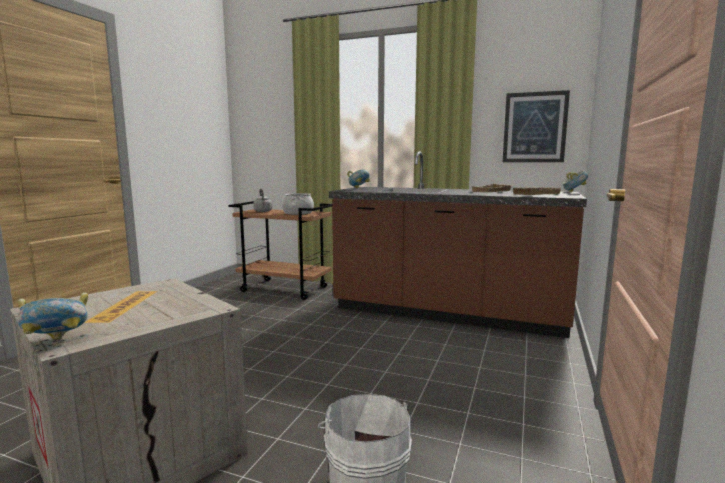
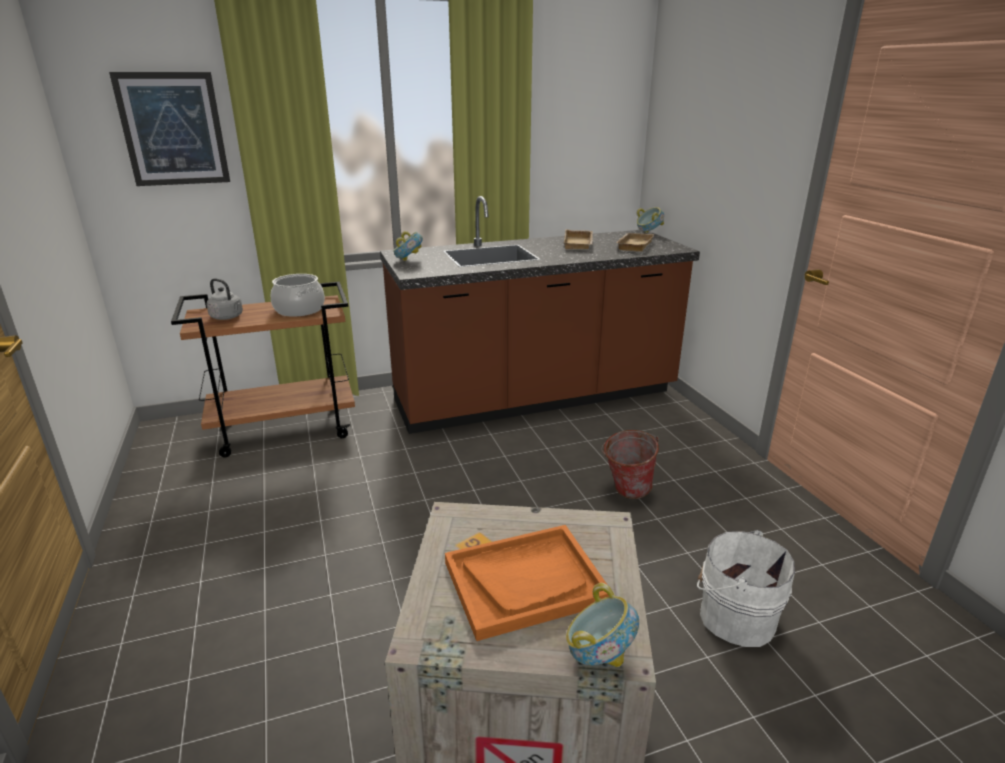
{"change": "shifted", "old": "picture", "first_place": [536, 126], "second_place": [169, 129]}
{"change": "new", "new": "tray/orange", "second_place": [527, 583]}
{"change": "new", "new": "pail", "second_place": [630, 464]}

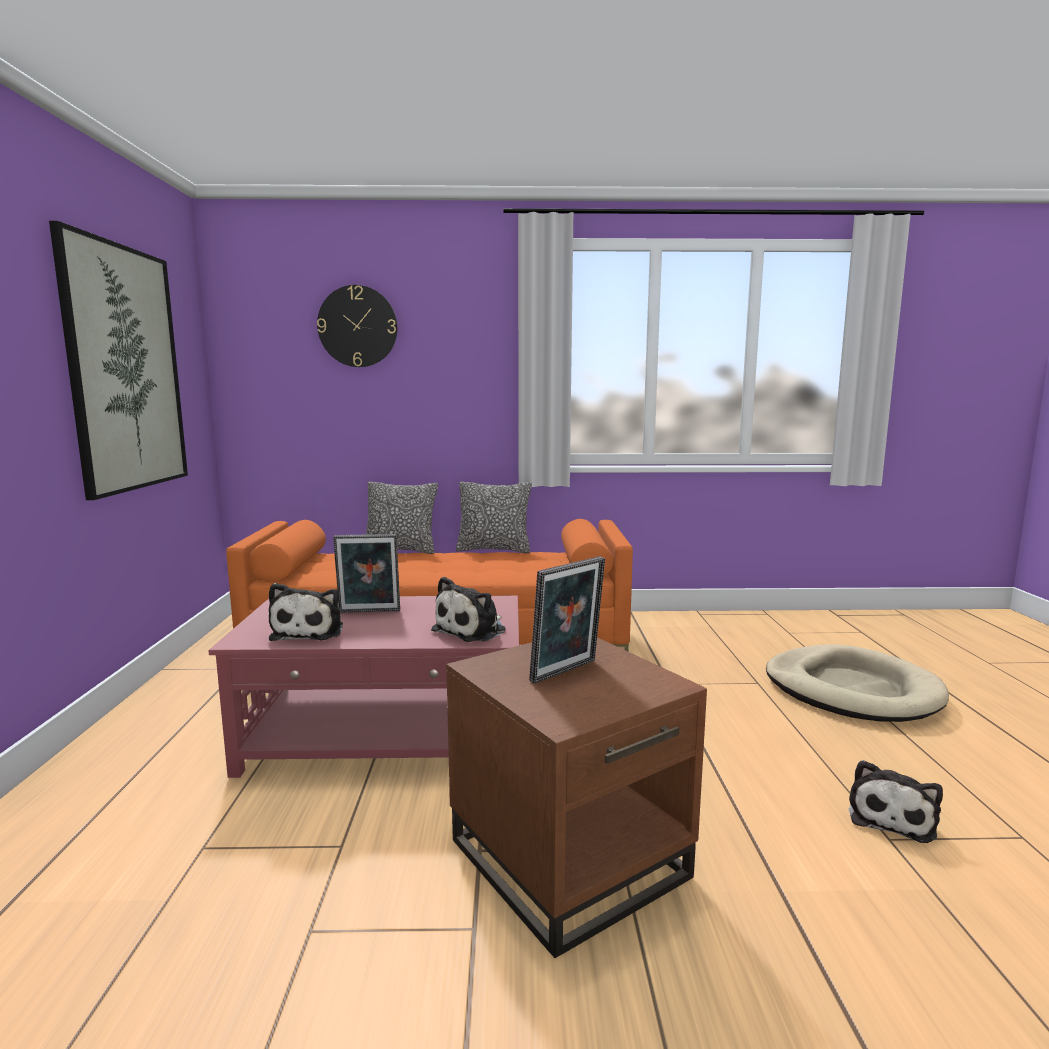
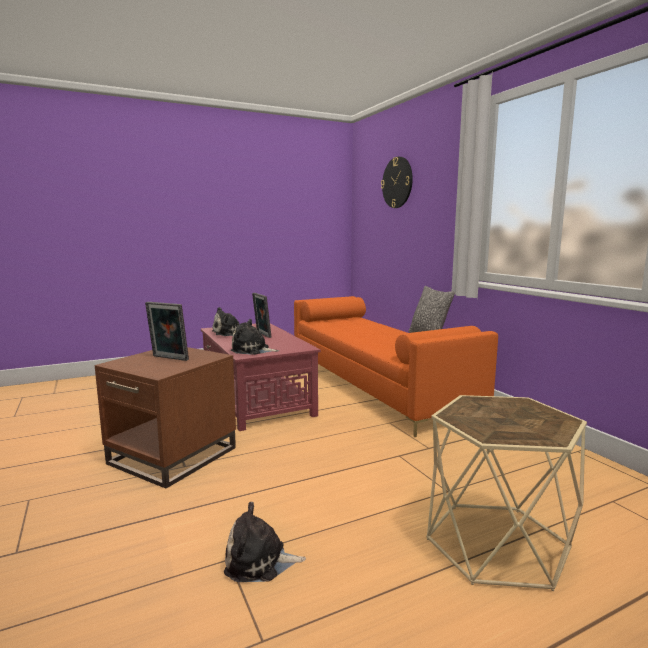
{"change": "gone", "old": "picture", "first_place": [118, 360]}
{"change": "gone", "old": "throw pillow", "first_place": [401, 517]}
{"change": "swapped", "old": "pet bed/sand-coloured", "new": "side table/sand-coloured", "first_place": [857, 683], "second_place": [506, 493]}

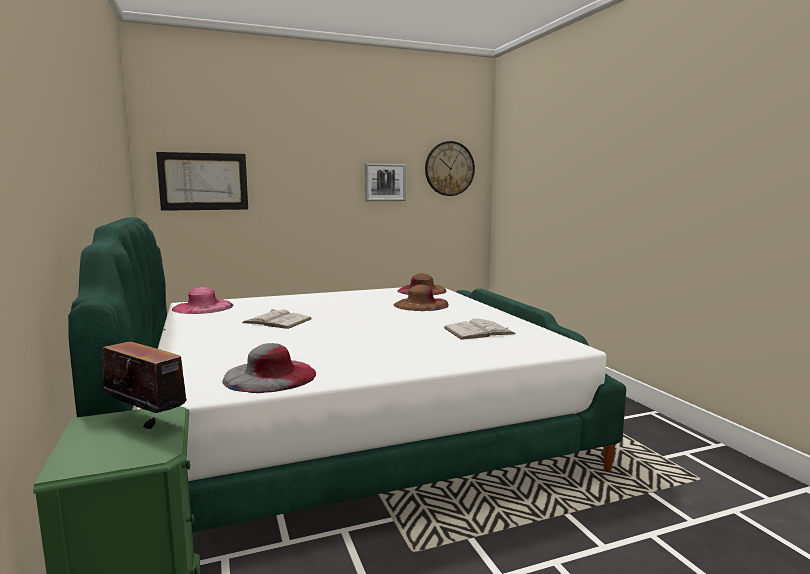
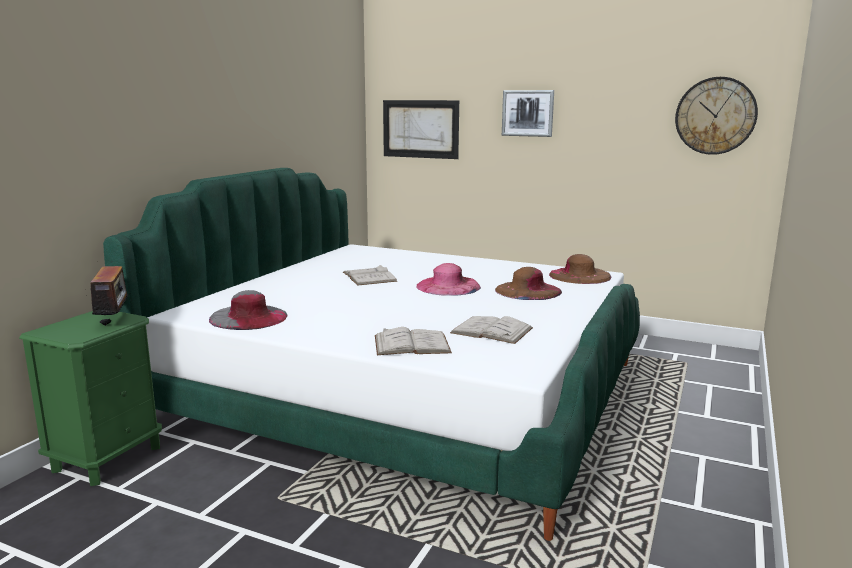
{"change": "shifted", "old": "hat/pink-coloured", "first_place": [202, 300], "second_place": [448, 279]}
{"change": "shifted", "old": "picture", "first_place": [385, 182], "second_place": [528, 113]}
{"change": "new", "new": "book/whitish", "second_place": [413, 341]}

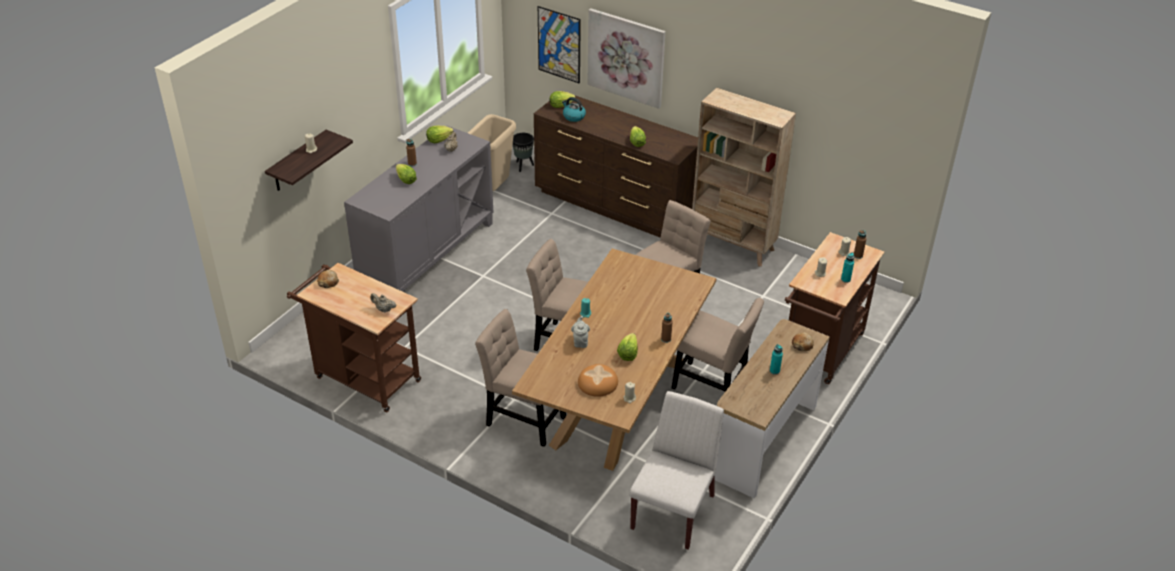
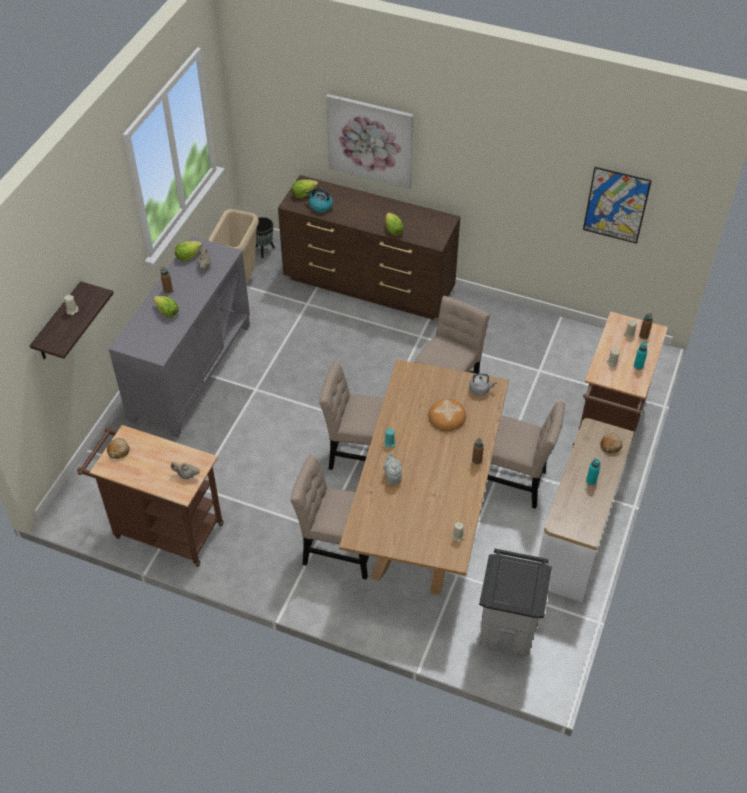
{"change": "shifted", "old": "picture", "first_place": [559, 44], "second_place": [617, 205]}
{"change": "shifted", "old": "bread", "first_place": [598, 380], "second_place": [447, 415]}
{"change": "gone", "old": "lettuce", "first_place": [627, 347]}
{"change": "swapped", "old": "upright chair/whitish", "new": "trash can/greyish", "first_place": [676, 470], "second_place": [515, 602]}
{"change": "gone", "old": "shelving unit/sand-coloured", "first_place": [744, 177]}
{"change": "new", "new": "water kettle/greyish", "second_place": [483, 384]}

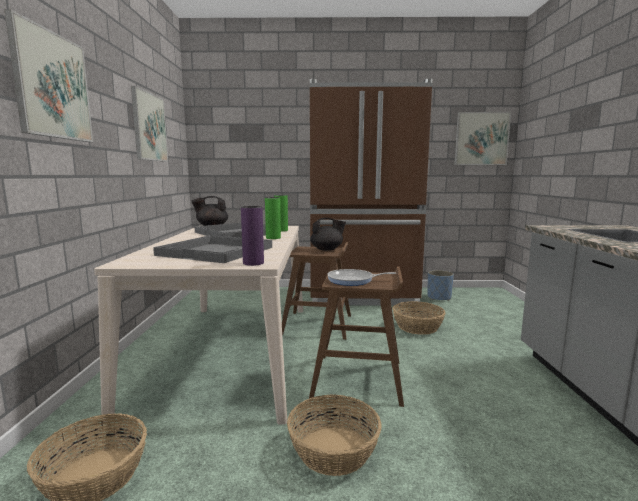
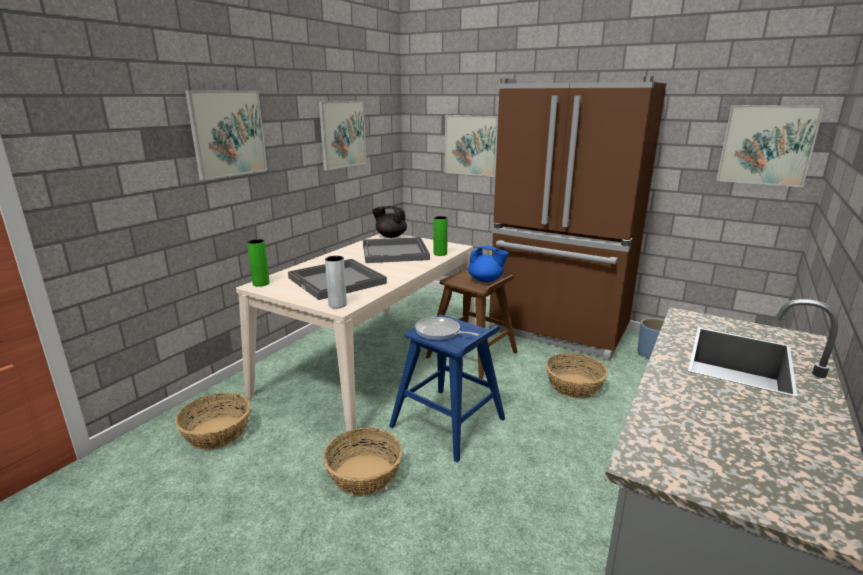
{"change": "repainted", "old": "decorative vase/purplish", "new": "decorative vase/greyish", "first_place": [252, 236], "second_place": [336, 282]}
{"change": "shifted", "old": "decorative vase/green-coloured", "first_place": [273, 218], "second_place": [258, 263]}
{"change": "repainted", "old": "stool/brown", "new": "stool/bluish", "first_place": [356, 336], "second_place": [447, 388]}
{"change": "repainted", "old": "teapot/black", "new": "teapot/bluish", "first_place": [328, 234], "second_place": [488, 263]}
{"change": "new", "new": "picture", "second_place": [471, 146]}

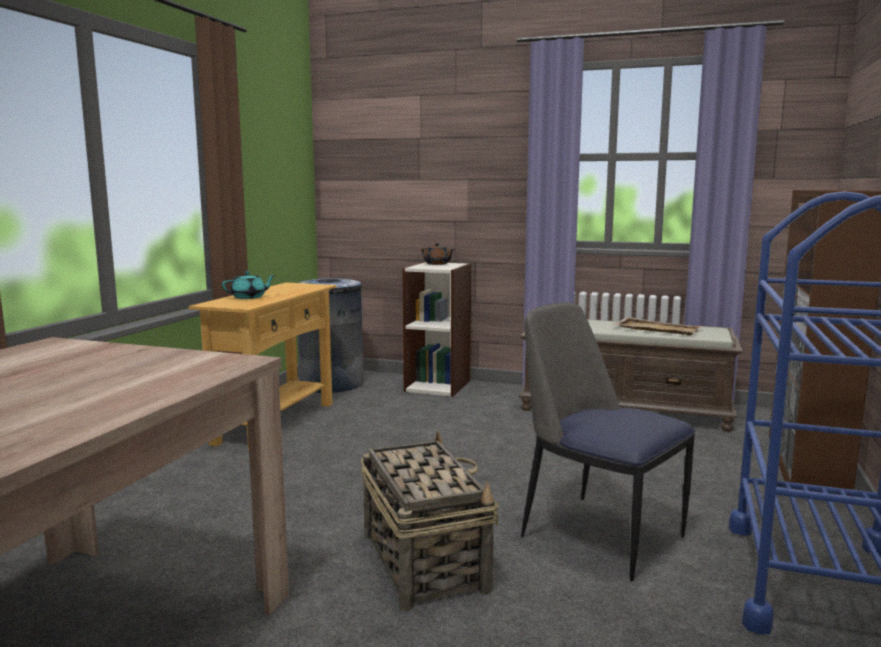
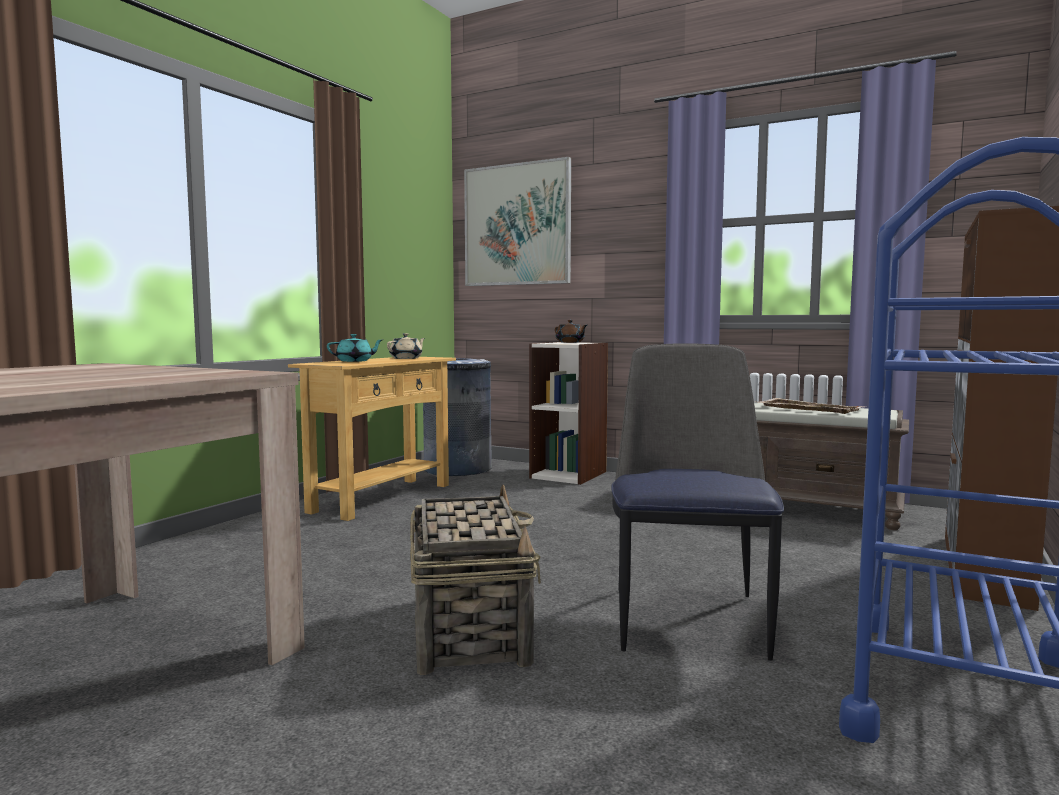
{"change": "rotated", "old": "upright chair", "first_place": [608, 442], "second_place": [697, 502], "degrees": 45}
{"change": "new", "new": "teapot/sand-coloured", "second_place": [406, 346]}
{"change": "new", "new": "picture", "second_place": [517, 221]}

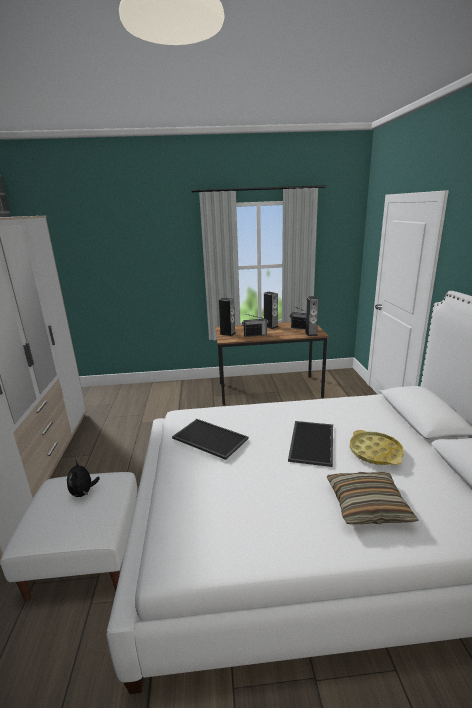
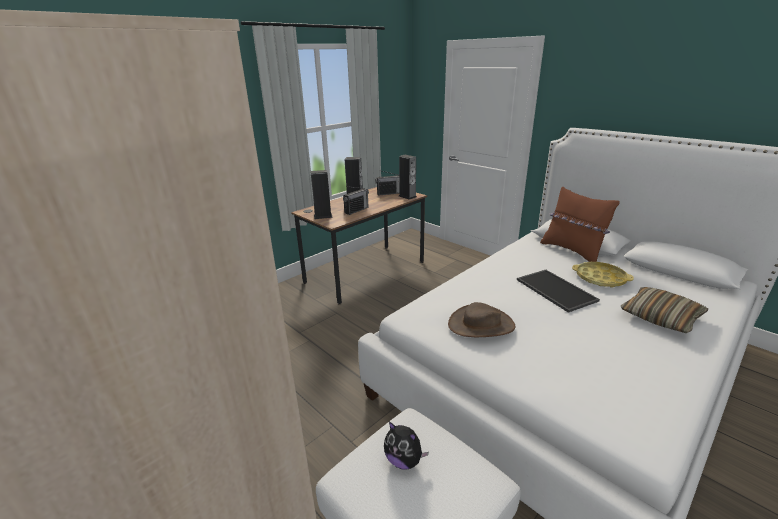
{"change": "swapped", "old": "tray", "new": "hat/brown", "first_place": [210, 439], "second_place": [481, 319]}
{"change": "new", "new": "throw pillow/brown", "second_place": [580, 224]}

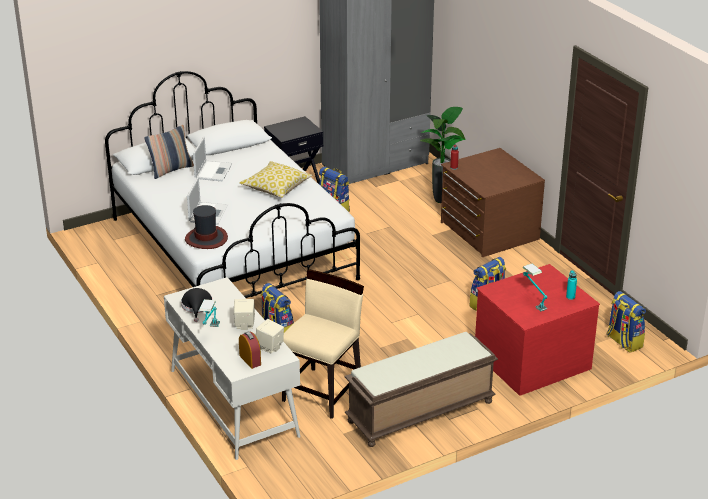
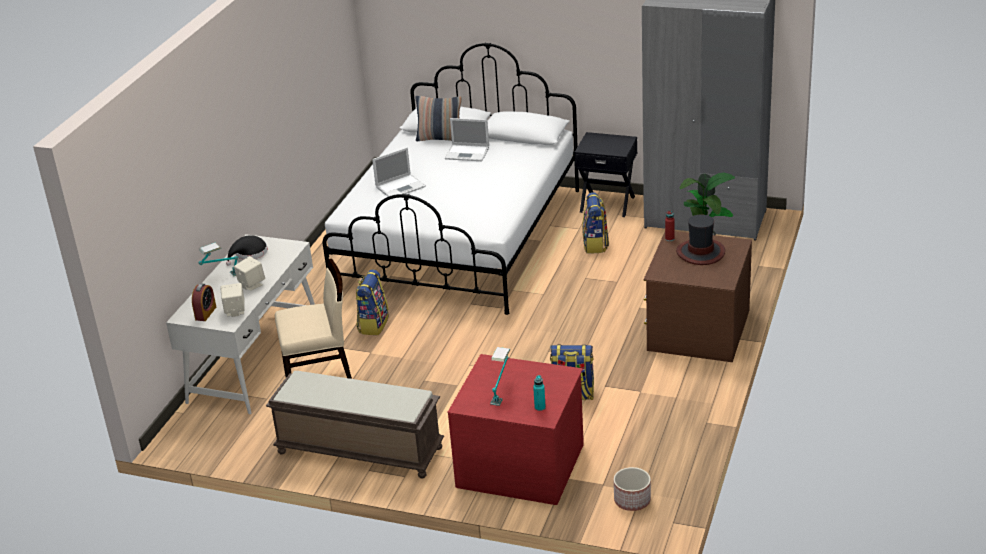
{"change": "shifted", "old": "hat", "first_place": [206, 227], "second_place": [700, 240]}
{"change": "rotated", "old": "laptop", "first_place": [212, 159], "second_place": [467, 139], "degrees": 45}
{"change": "gone", "old": "throw pillow", "first_place": [276, 179]}
{"change": "swapped", "old": "backpack", "new": "plant pot", "first_place": [626, 322], "second_place": [632, 489]}

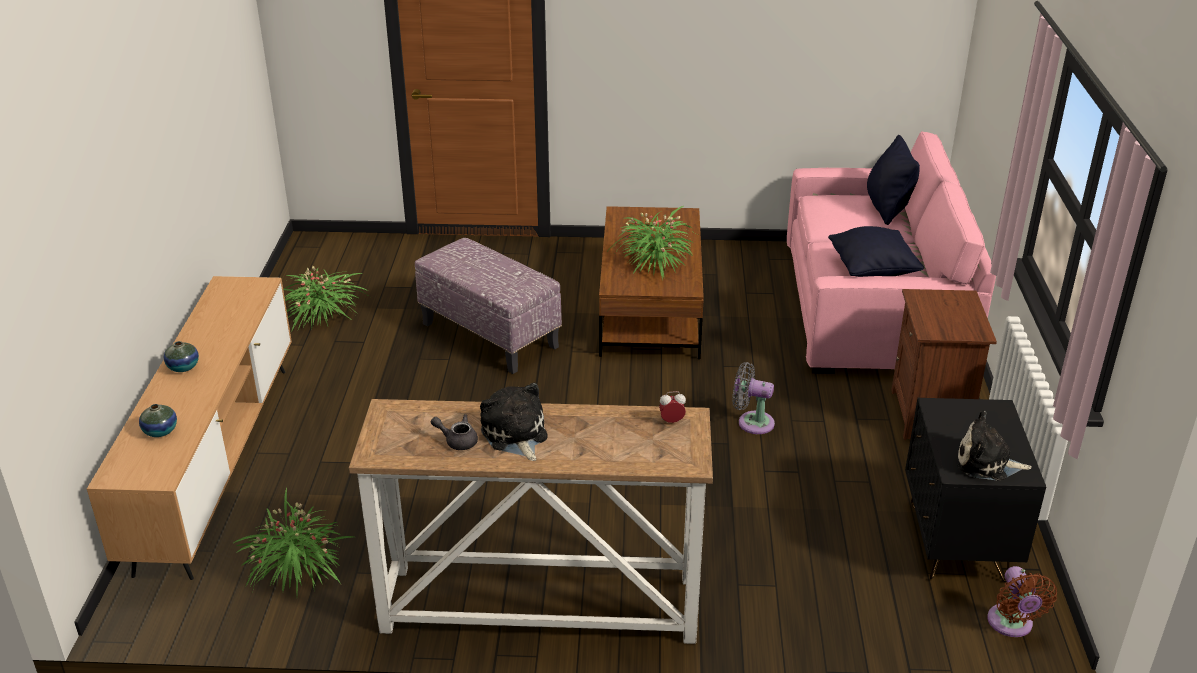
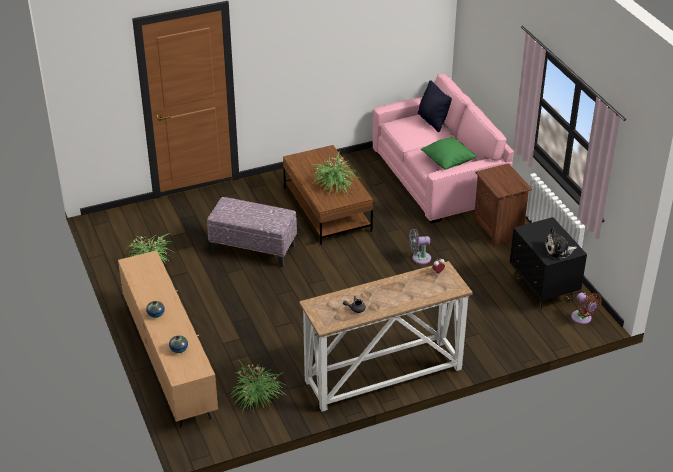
{"change": "gone", "old": "soft toy", "first_place": [514, 422]}
{"change": "repainted", "old": "throw pillow/black", "new": "throw pillow/green-coloured", "first_place": [876, 251], "second_place": [449, 153]}

